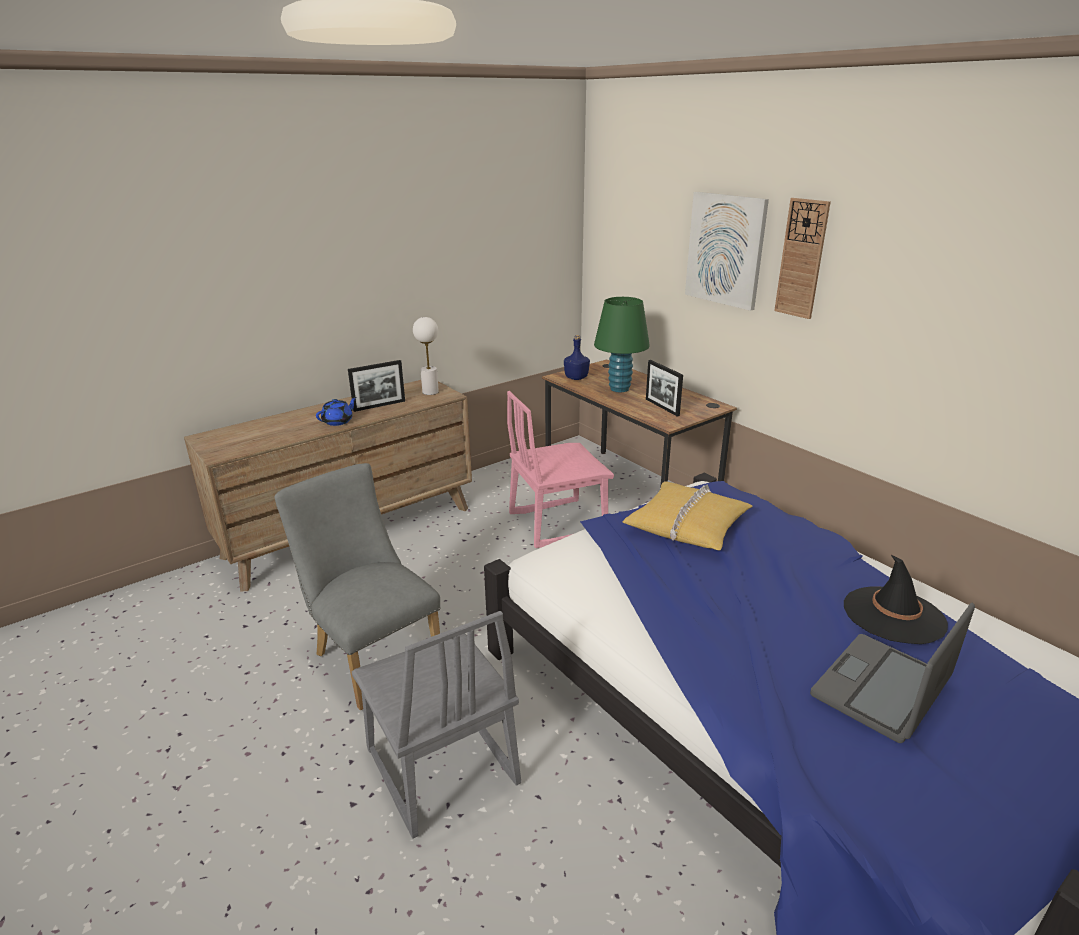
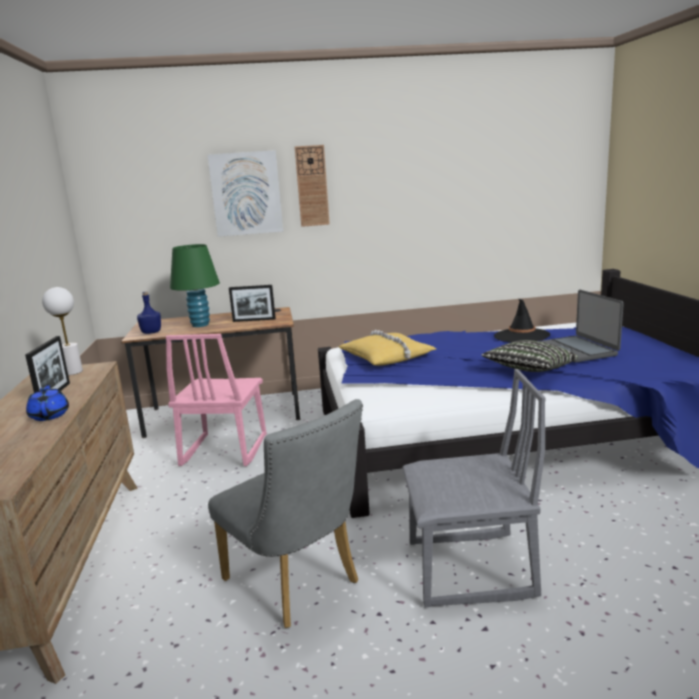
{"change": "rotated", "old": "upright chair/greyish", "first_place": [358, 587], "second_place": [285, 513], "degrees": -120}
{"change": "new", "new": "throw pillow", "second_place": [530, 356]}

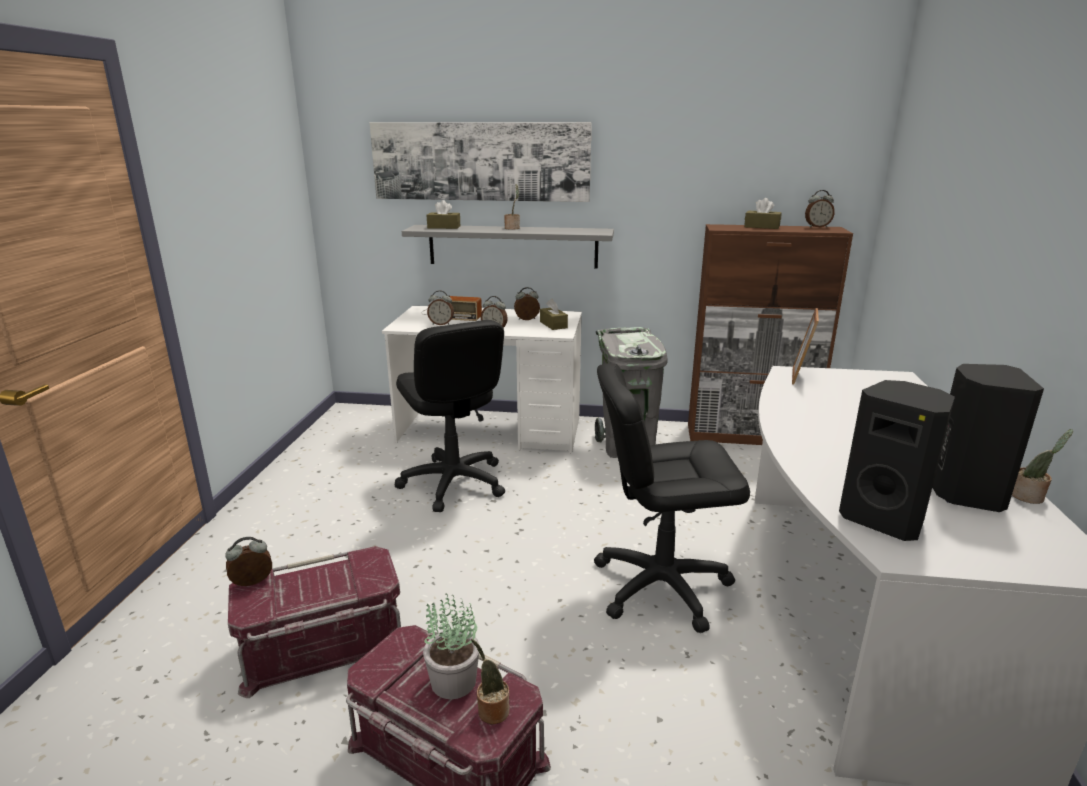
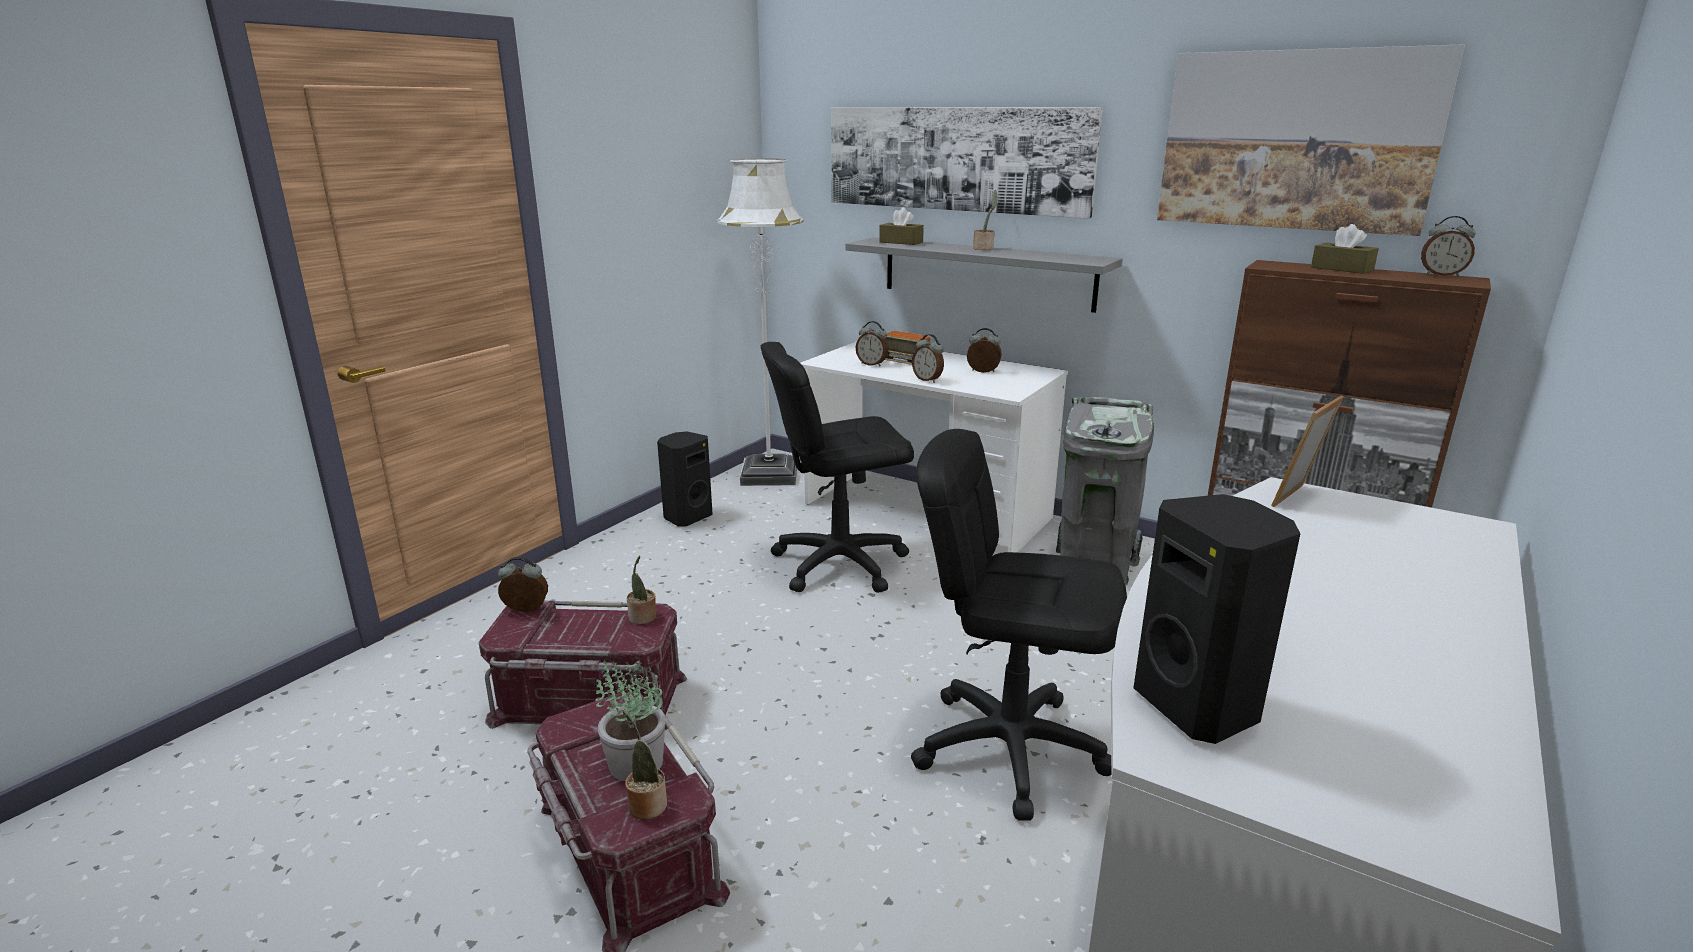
{"change": "rotated", "old": "computer chair/black", "first_place": [450, 416], "second_place": [837, 467], "degrees": 75}
{"change": "gone", "old": "tissue holder/brown", "first_place": [554, 314]}
{"change": "shifted", "old": "speaker/black", "first_place": [988, 438], "second_place": [685, 478]}
{"change": "shifted", "old": "houseplant", "first_place": [1042, 466], "second_place": [642, 589]}
{"change": "new", "new": "standard lamp/whitish", "second_place": [760, 322]}
{"change": "new", "new": "picture", "second_place": [1311, 140]}

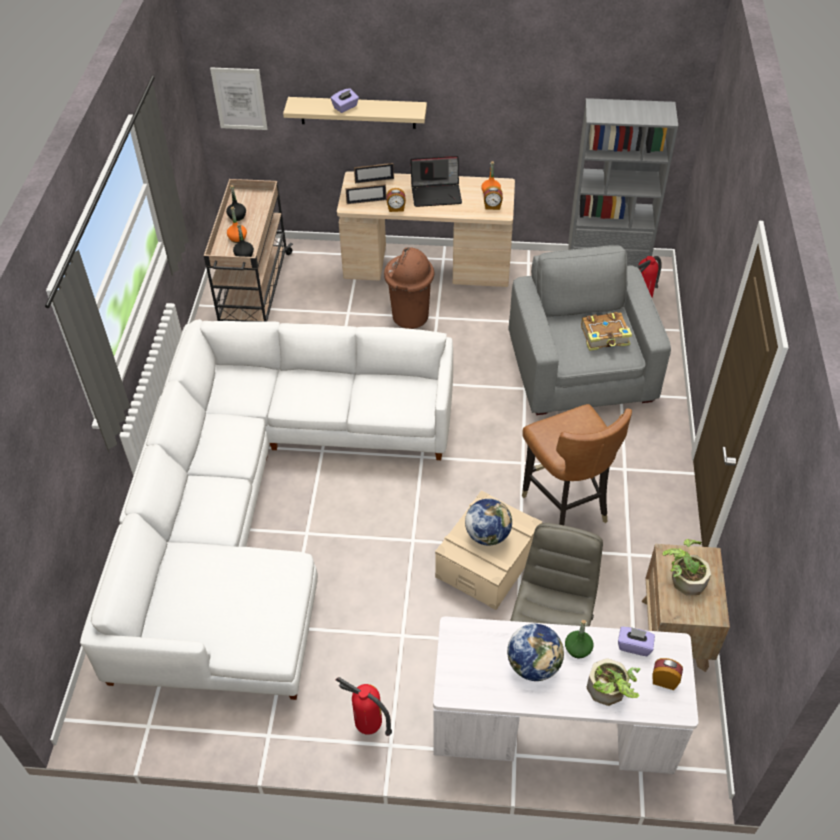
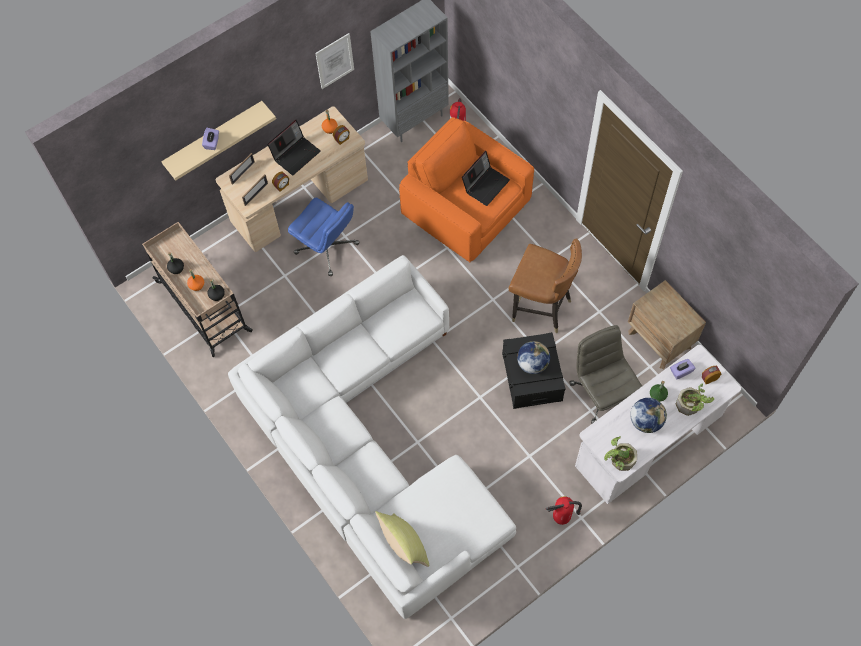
{"change": "shifted", "old": "picture", "first_place": [238, 98], "second_place": [334, 61]}
{"change": "swapped", "old": "trash can/brown", "new": "computer chair/bluish", "first_place": [409, 288], "second_place": [324, 237]}
{"change": "repainted", "old": "storage container/sand-coloured", "new": "storage container/black", "first_place": [488, 550], "second_place": [533, 370]}
{"change": "repainted", "old": "easy chair/greyish", "new": "easy chair/orange", "first_place": [590, 330], "second_place": [466, 189]}
{"change": "swapped", "old": "book", "new": "laptop", "first_place": [606, 331], "second_place": [486, 178]}
{"change": "shifted", "old": "houseplant", "first_place": [687, 567], "second_place": [620, 453]}
{"change": "new", "new": "throw pillow/yellowish", "second_place": [402, 539]}

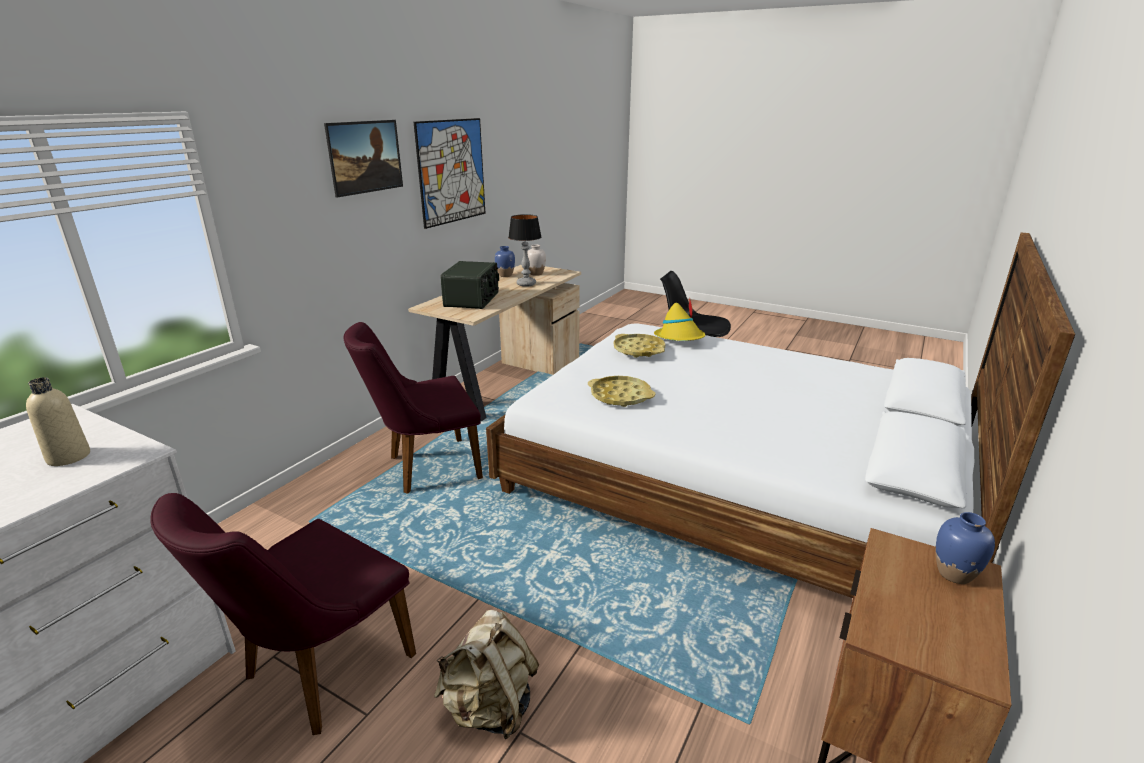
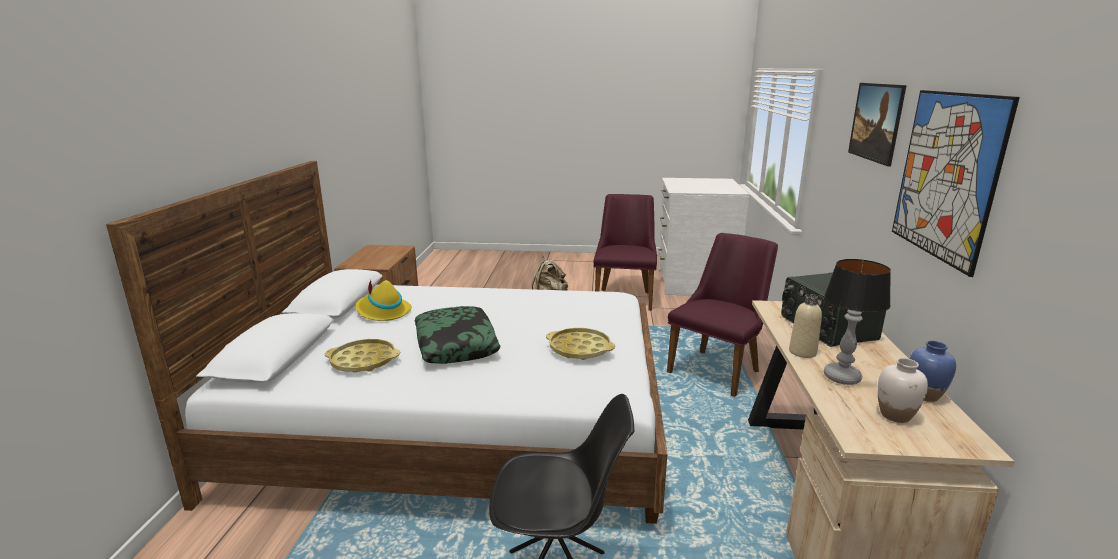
{"change": "shifted", "old": "beverage bottle/sand-coloured", "first_place": [58, 421], "second_place": [805, 326]}
{"change": "shifted", "old": "tray/yellowish", "first_place": [622, 391], "second_place": [362, 356]}
{"change": "shifted", "old": "hat/yellowish", "first_place": [679, 320], "second_place": [383, 300]}
{"change": "gone", "old": "decorative vase/bluish", "first_place": [965, 548]}
{"change": "new", "new": "throw pillow", "second_place": [457, 335]}

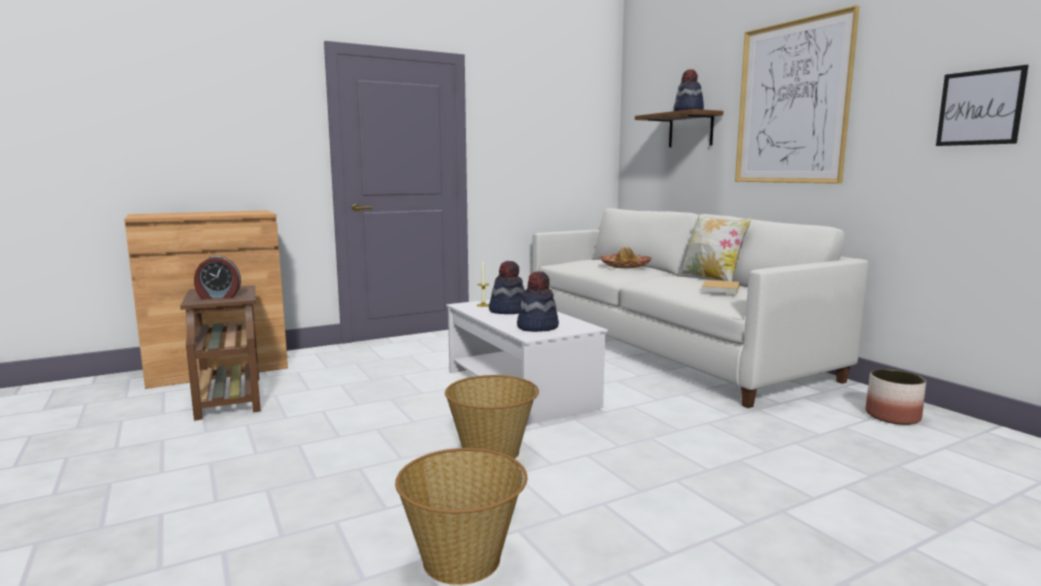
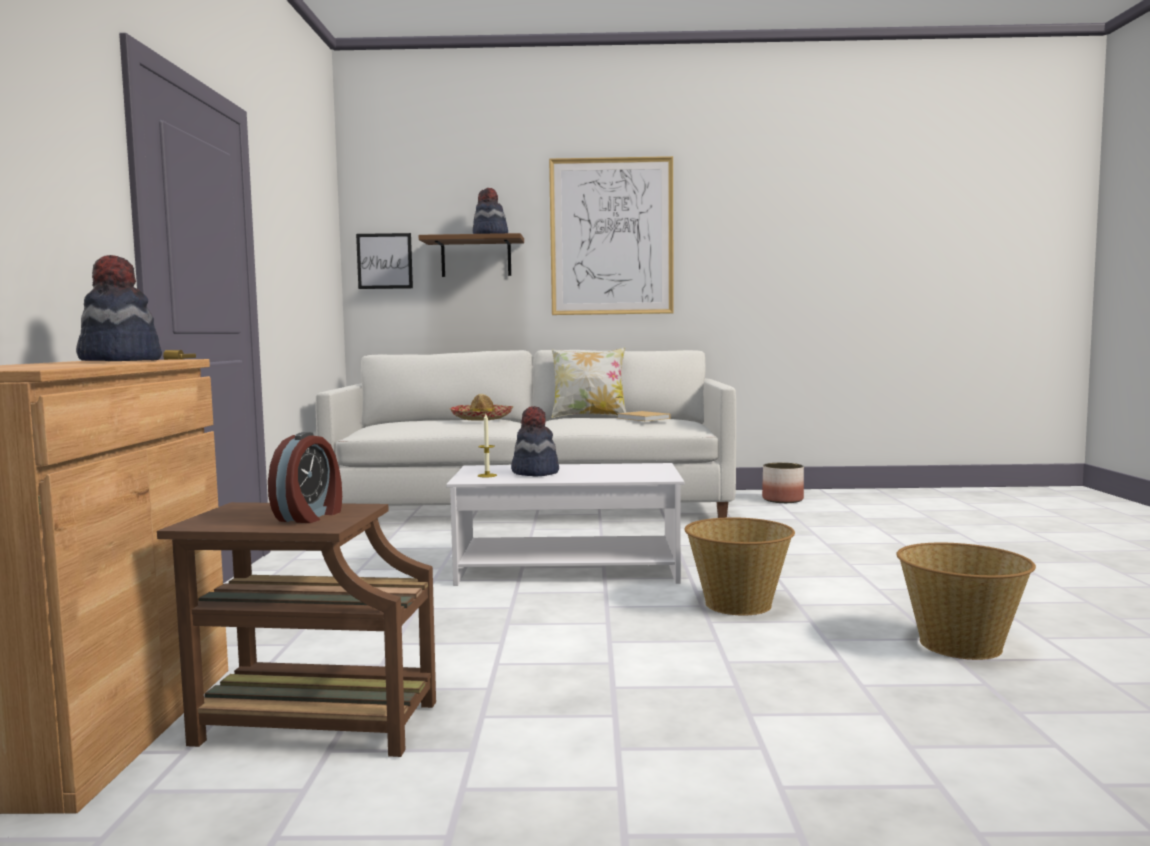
{"change": "shifted", "old": "hat", "first_place": [538, 301], "second_place": [119, 308]}
{"change": "shifted", "old": "picture", "first_place": [982, 105], "second_place": [384, 261]}

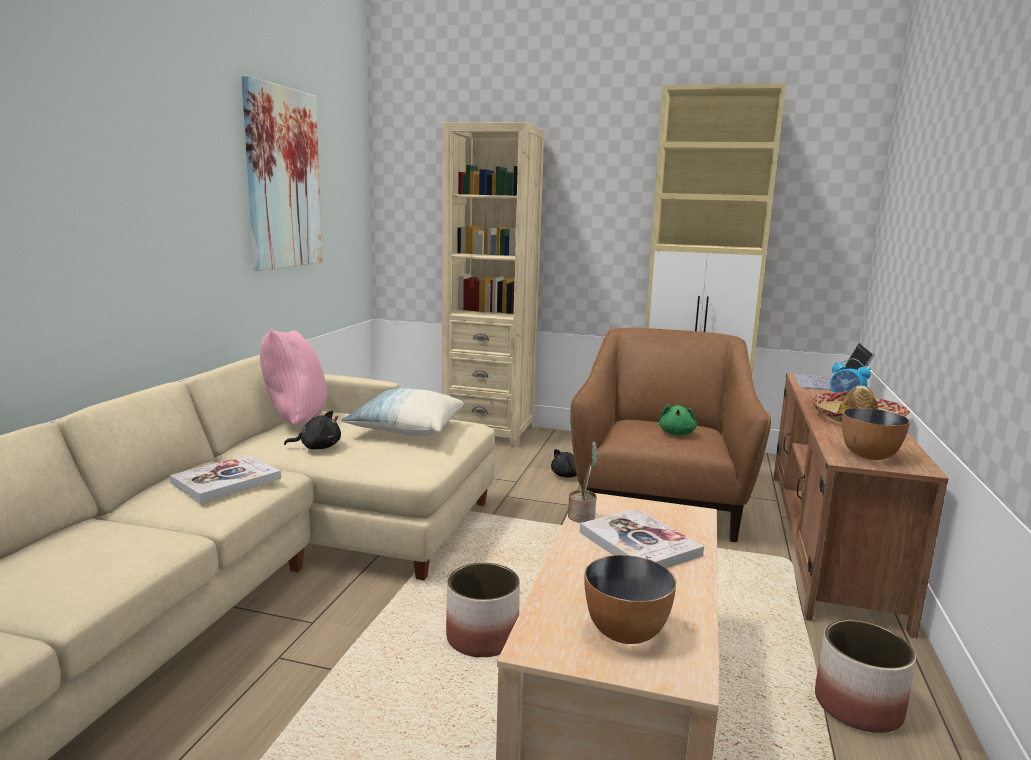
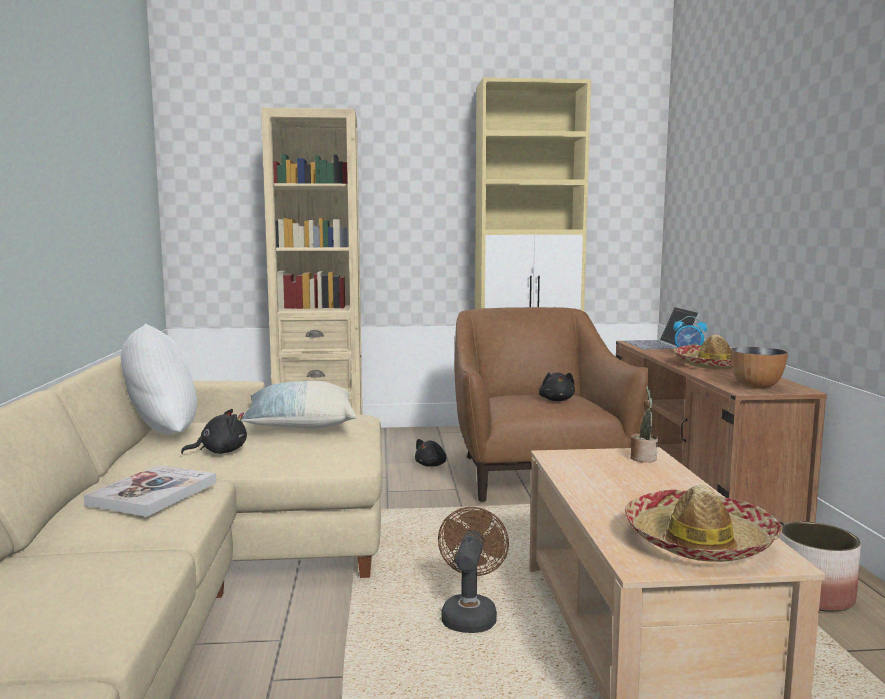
{"change": "gone", "old": "picture", "first_place": [282, 173]}
{"change": "repainted", "old": "throw pillow/pink-coloured", "new": "throw pillow/whitish", "first_place": [293, 377], "second_place": [159, 378]}
{"change": "swapped", "old": "plant pot", "new": "cooling fan/brown", "first_place": [483, 610], "second_place": [473, 570]}
{"change": "shifted", "old": "houseplant", "first_place": [583, 482], "second_place": [644, 424]}
{"change": "gone", "old": "book", "first_place": [641, 538]}
{"change": "swapped", "old": "serving bowl", "new": "hat", "first_place": [630, 599], "second_place": [704, 523]}
{"change": "repainted", "old": "soft toy/green-coloured", "new": "soft toy/black", "first_place": [678, 420], "second_place": [557, 386]}

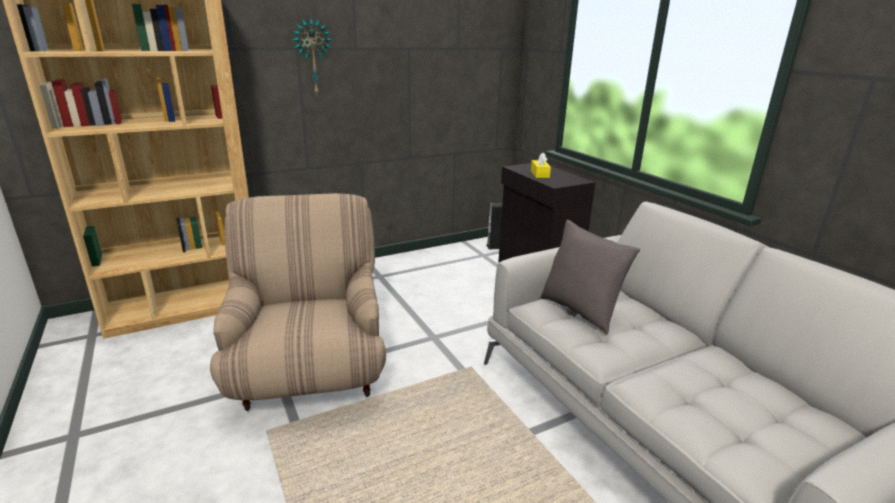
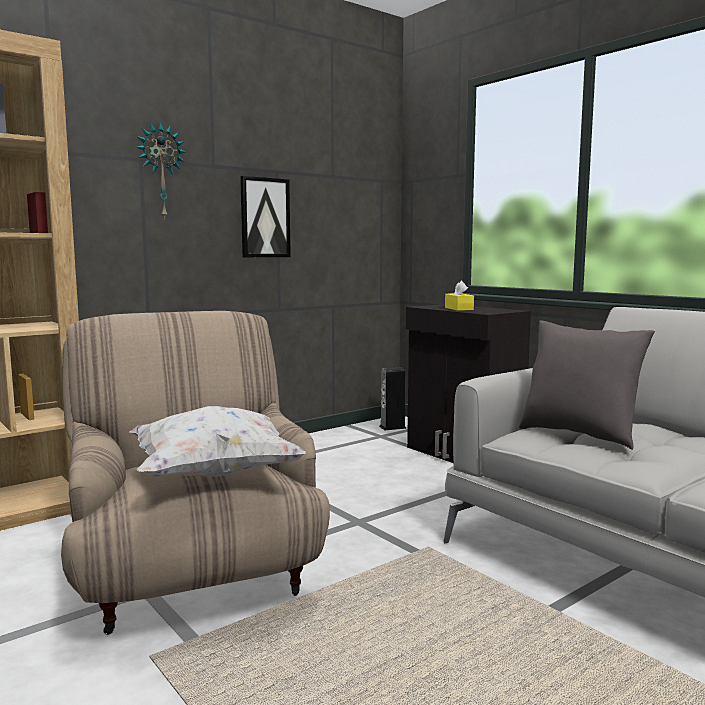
{"change": "new", "new": "throw pillow/whitish", "second_place": [218, 441]}
{"change": "new", "new": "picture", "second_place": [265, 216]}

